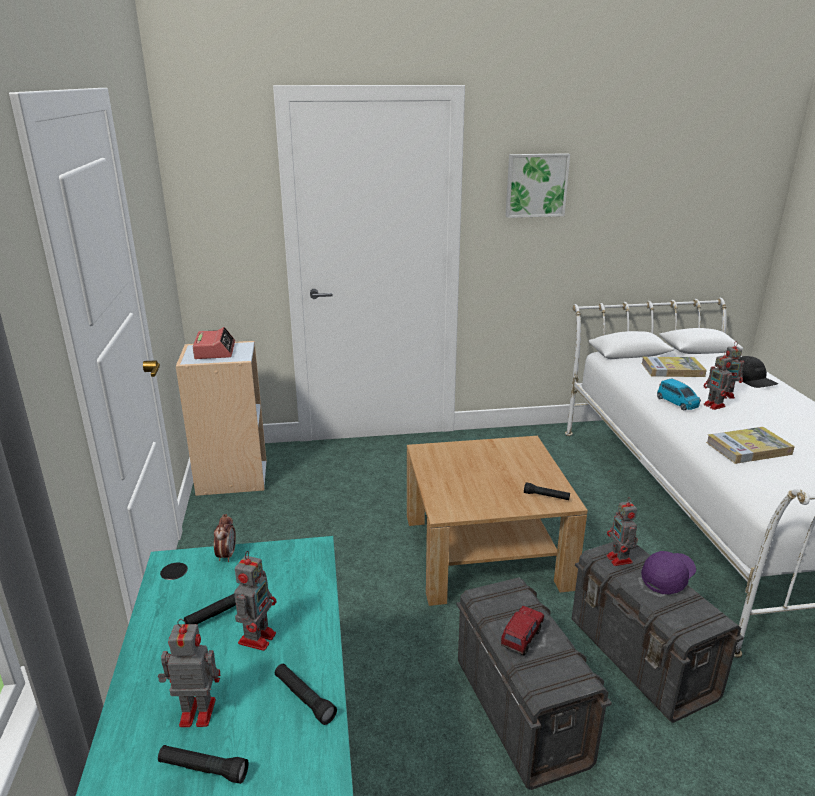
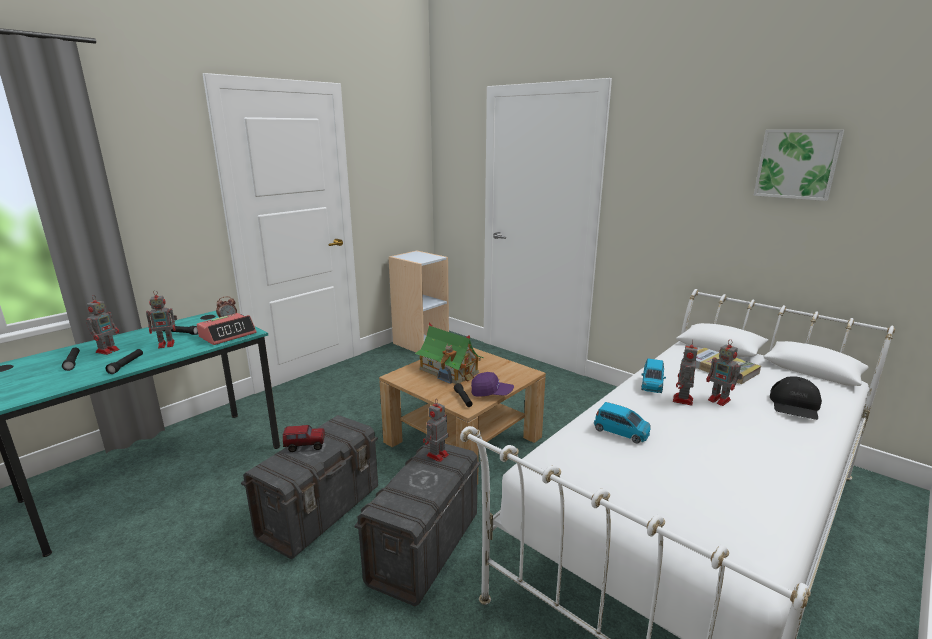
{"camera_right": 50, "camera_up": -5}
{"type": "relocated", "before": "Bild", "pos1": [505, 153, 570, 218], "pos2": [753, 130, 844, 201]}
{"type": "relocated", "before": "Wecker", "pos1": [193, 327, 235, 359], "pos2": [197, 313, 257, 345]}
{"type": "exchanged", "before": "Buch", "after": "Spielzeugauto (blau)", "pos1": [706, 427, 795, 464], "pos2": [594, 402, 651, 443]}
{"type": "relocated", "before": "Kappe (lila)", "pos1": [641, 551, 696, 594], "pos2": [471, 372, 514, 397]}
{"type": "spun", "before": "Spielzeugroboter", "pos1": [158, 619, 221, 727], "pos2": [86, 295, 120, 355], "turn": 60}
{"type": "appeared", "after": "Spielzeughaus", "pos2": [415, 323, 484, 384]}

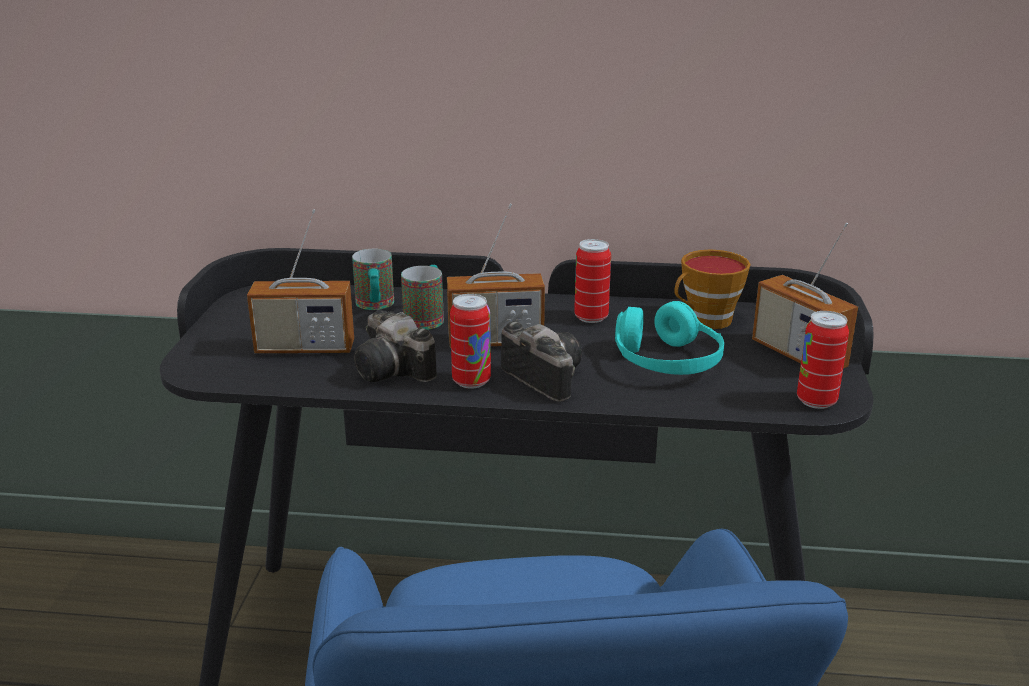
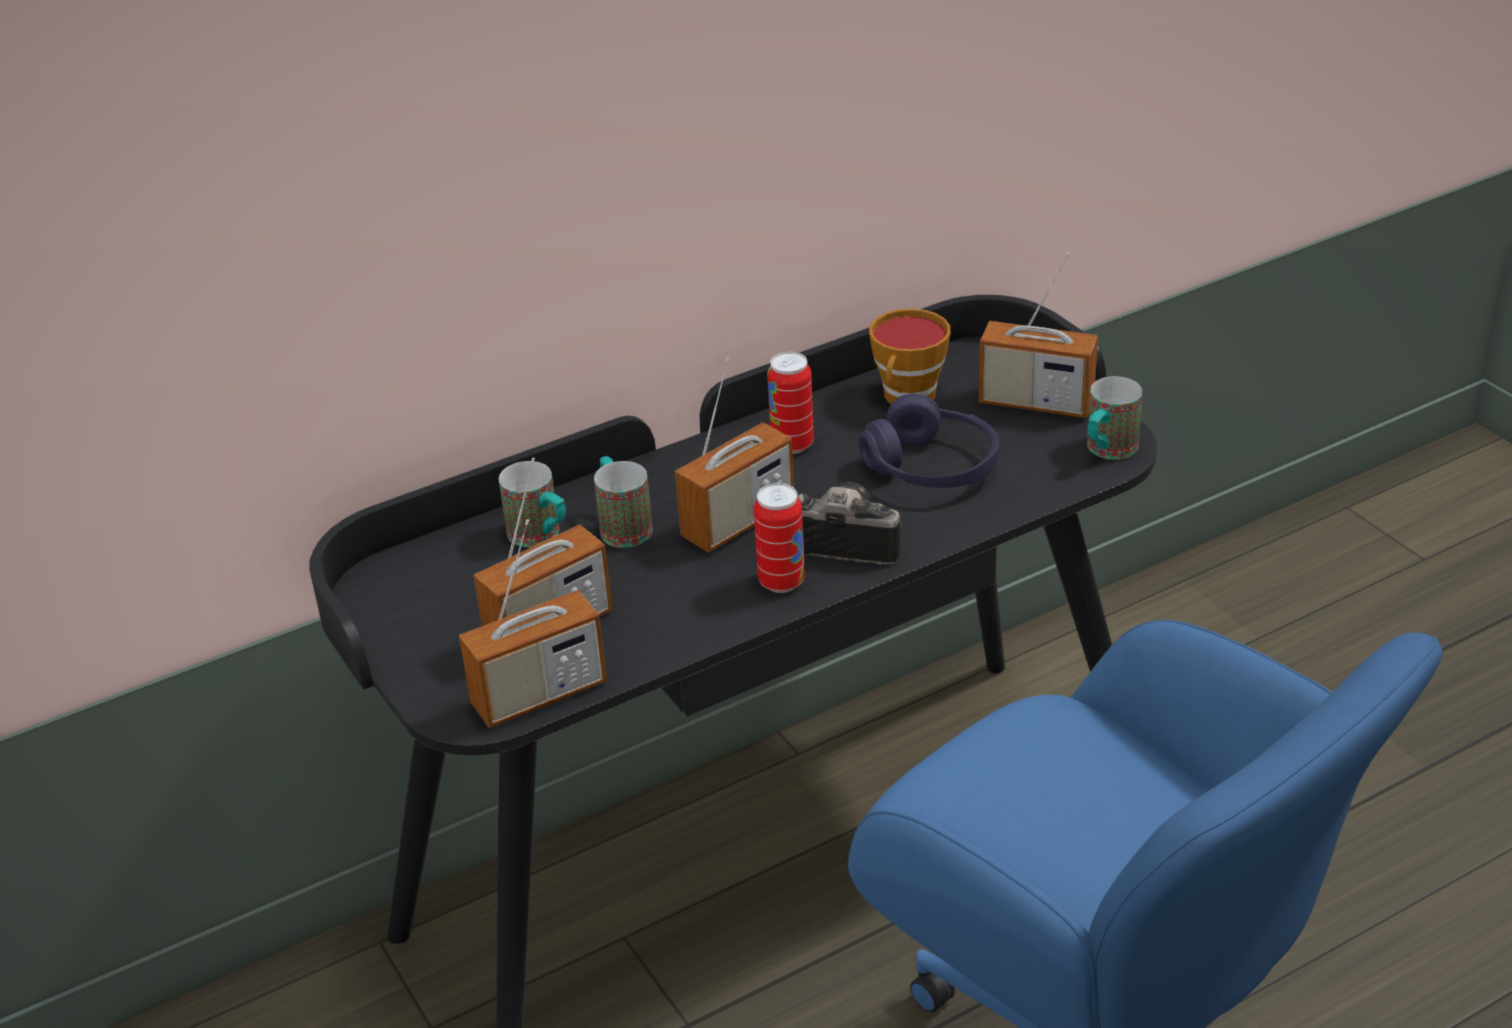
{"camera_right": -35, "camera_up": 10}
{"type": "colour", "before": "Kopfhörer (türkis)", "after": "Kopfhörer (lila)", "pos1": [615, 301, 724, 375], "pos2": [859, 393, 999, 488]}
{"type": "missing", "before": "Kamera", "pos1": [354, 310, 437, 382]}
{"type": "exchanged", "before": "Dose", "after": "Henkelbecher", "pos1": [797, 311, 849, 409], "pos2": [1087, 376, 1142, 459]}
{"type": "appeared", "after": "Radio", "pos2": [459, 519, 607, 728]}

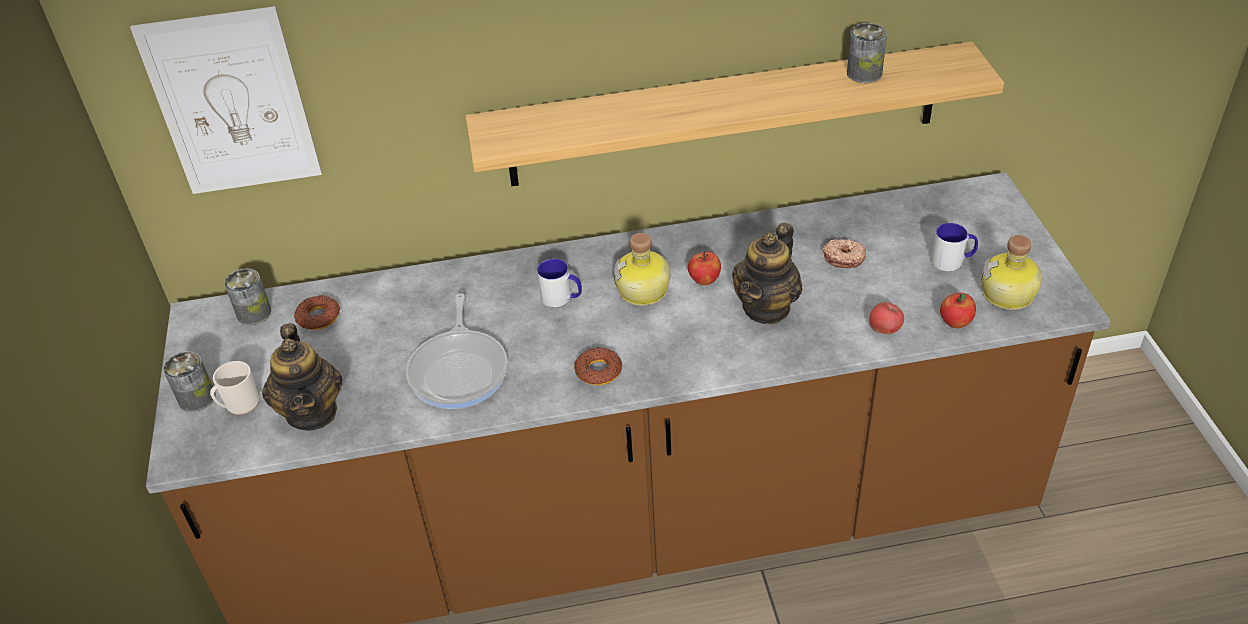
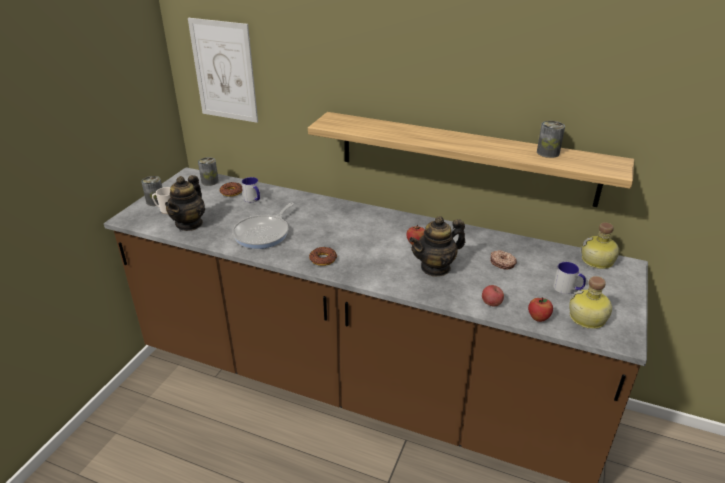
{"camera_right": 30, "camera_up": -10}
{"type": "relocated", "before": "Flasche", "pos1": [614, 233, 670, 306], "pos2": [581, 222, 619, 269]}
{"type": "relocated", "before": "Henkelbecher", "pos1": [537, 259, 582, 307], "pos2": [242, 177, 260, 202]}

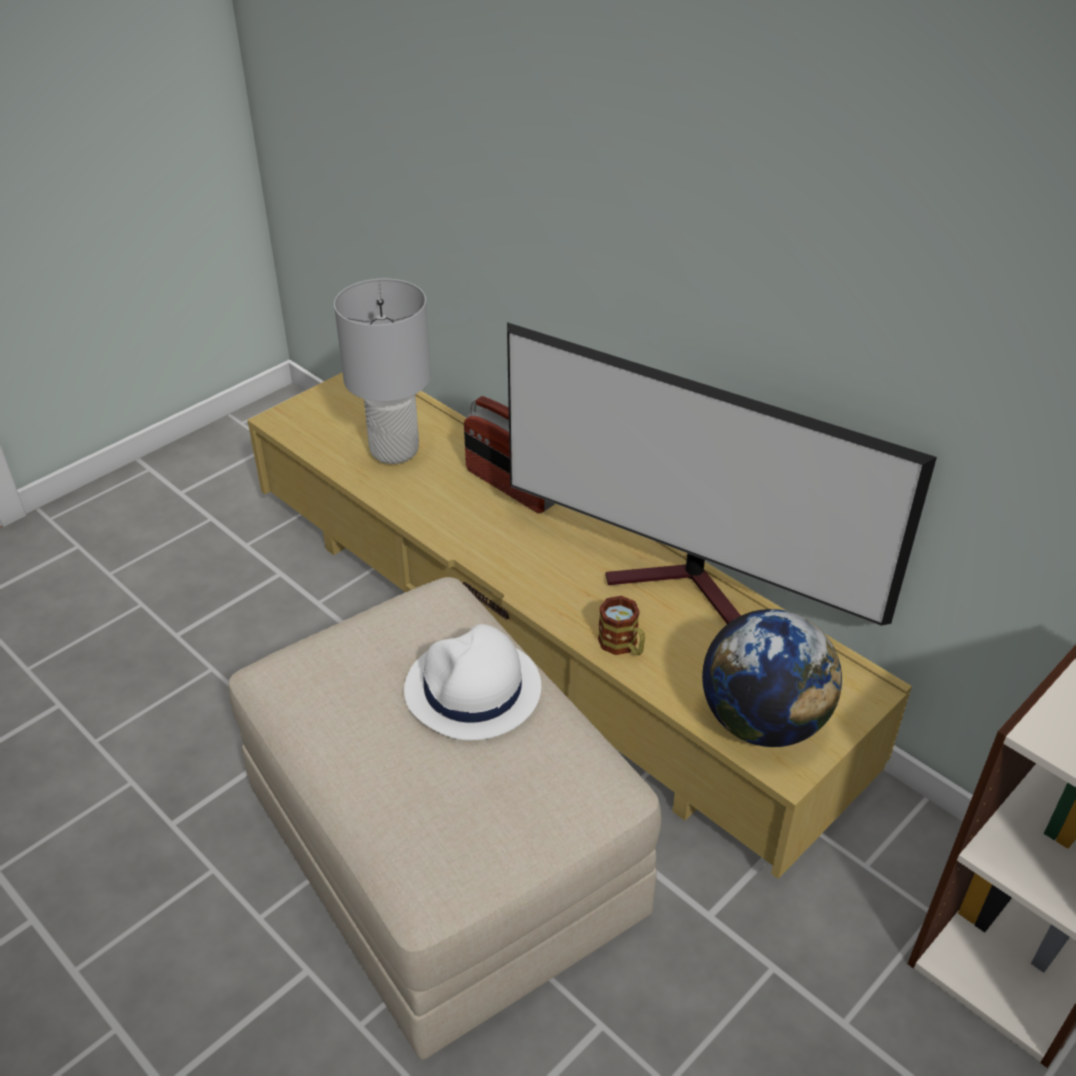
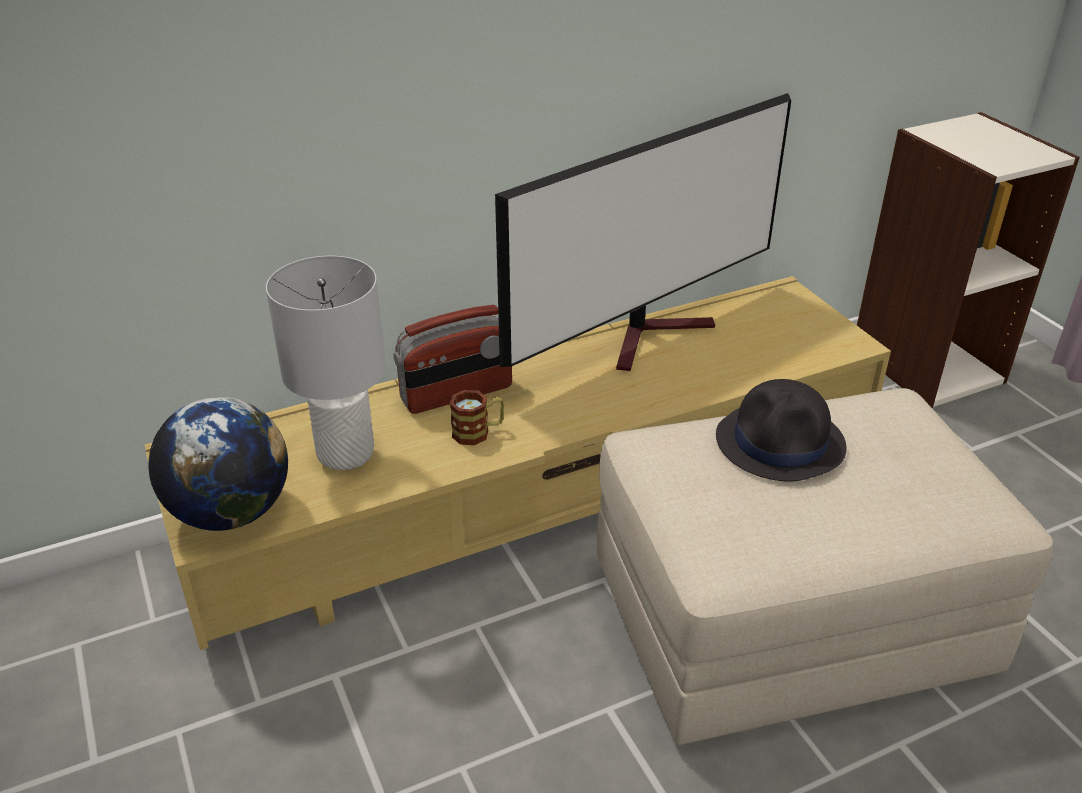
{"camera_right": -70, "camera_up": -5}
{"type": "relocated", "before": "Henkelbecher", "pos1": [598, 596, 645, 656], "pos2": [450, 390, 504, 445]}
{"type": "relocated", "before": "Globus", "pos1": [702, 609, 842, 747], "pos2": [148, 397, 288, 531]}
{"type": "colour", "before": "Hut (weiß)", "after": "Hut (schwarz)", "pos1": [404, 624, 541, 740], "pos2": [716, 379, 847, 482]}

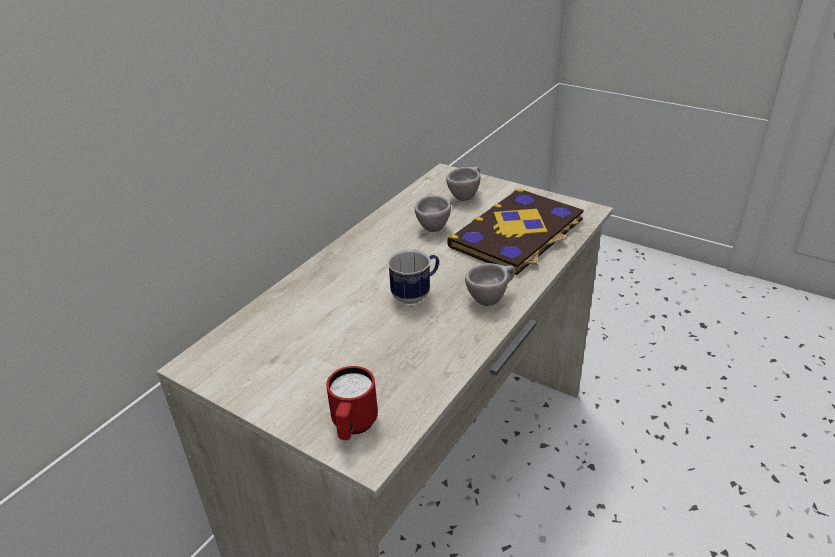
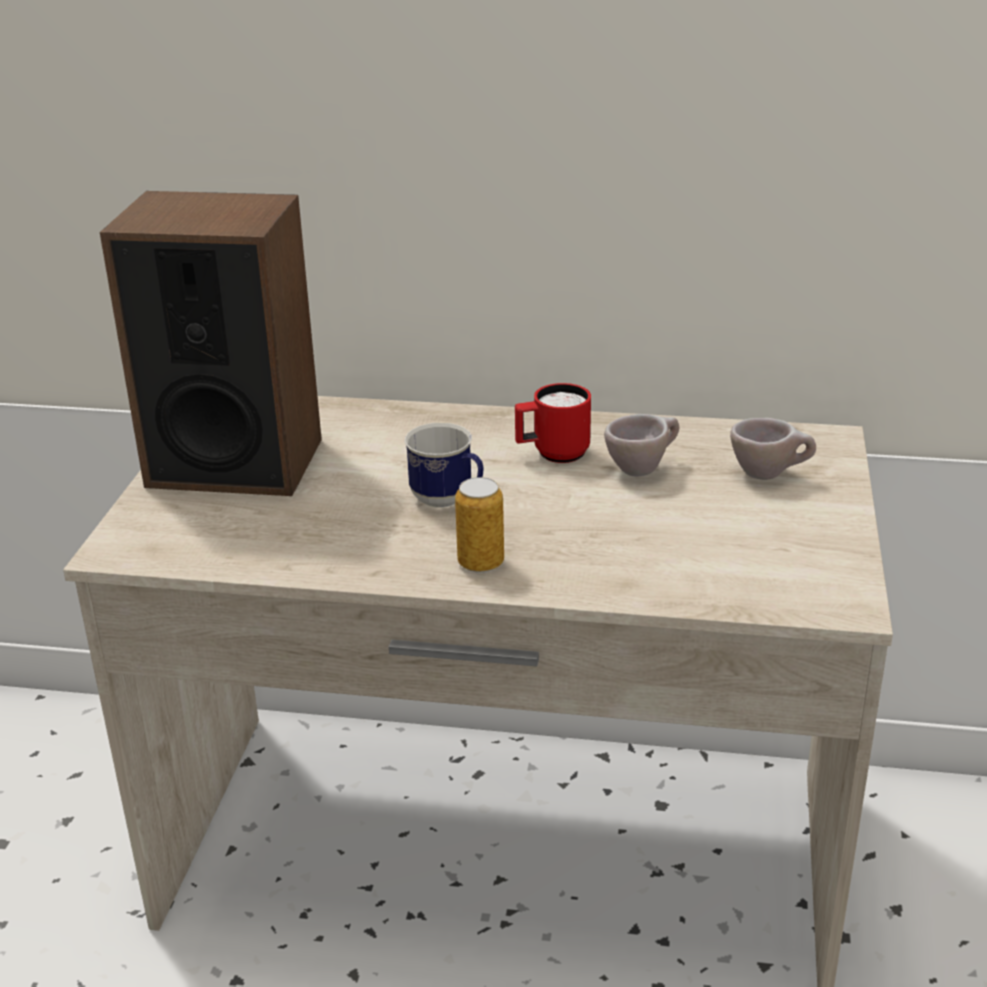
{"camera_right": 65, "camera_up": -5}
{"type": "missing", "before": "Buch", "pos1": [447, 188, 584, 275]}
{"type": "exchanged", "before": "Tasse (beige)", "after": "Dose", "pos1": [465, 263, 515, 306], "pos2": [455, 477, 504, 573]}
{"type": "relocated", "before": "Henkelbecher (rot)", "pos1": [326, 366, 378, 440], "pos2": [515, 383, 591, 463]}
{"type": "appeared", "after": "Lautsprecher", "pos2": [100, 191, 322, 496]}

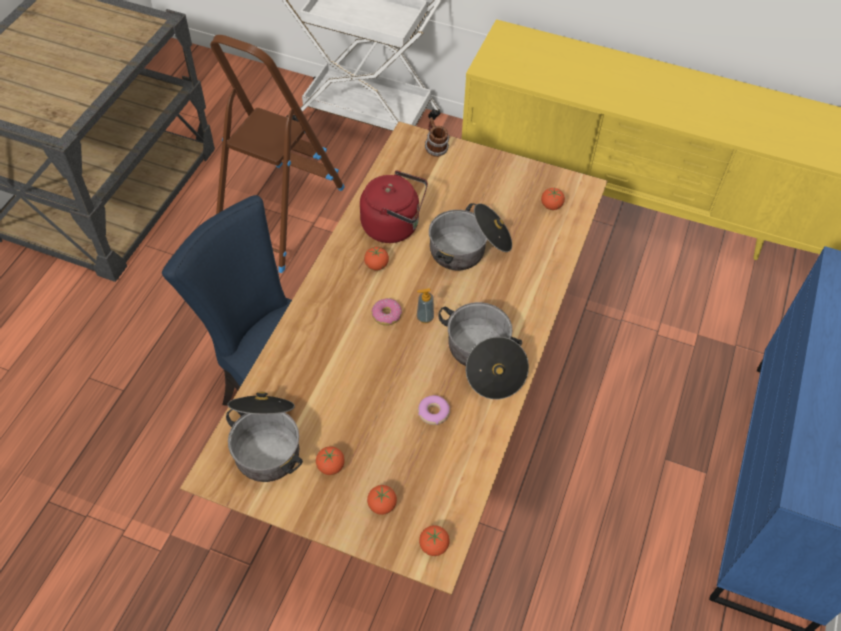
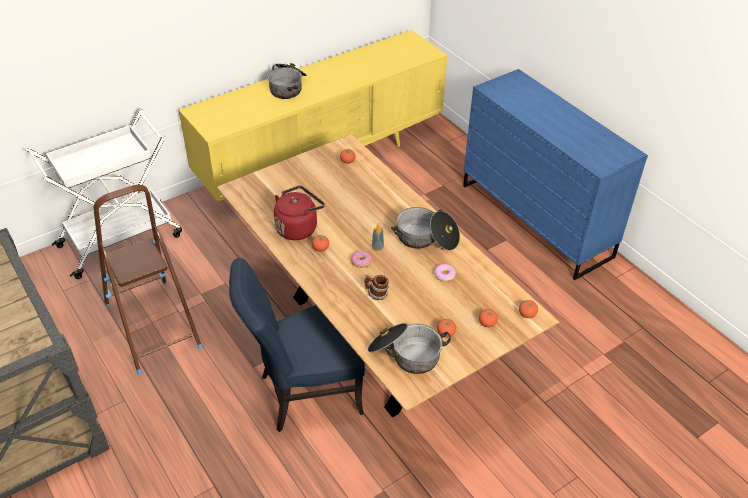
{"camera_right": -55, "camera_up": -10}
{"type": "relocated", "before": "Henkelbecher", "pos1": [425, 117, 449, 157], "pos2": [364, 275, 389, 300]}
{"type": "relocated", "before": "Kochtopf", "pos1": [429, 203, 512, 270], "pos2": [268, 63, 306, 99]}

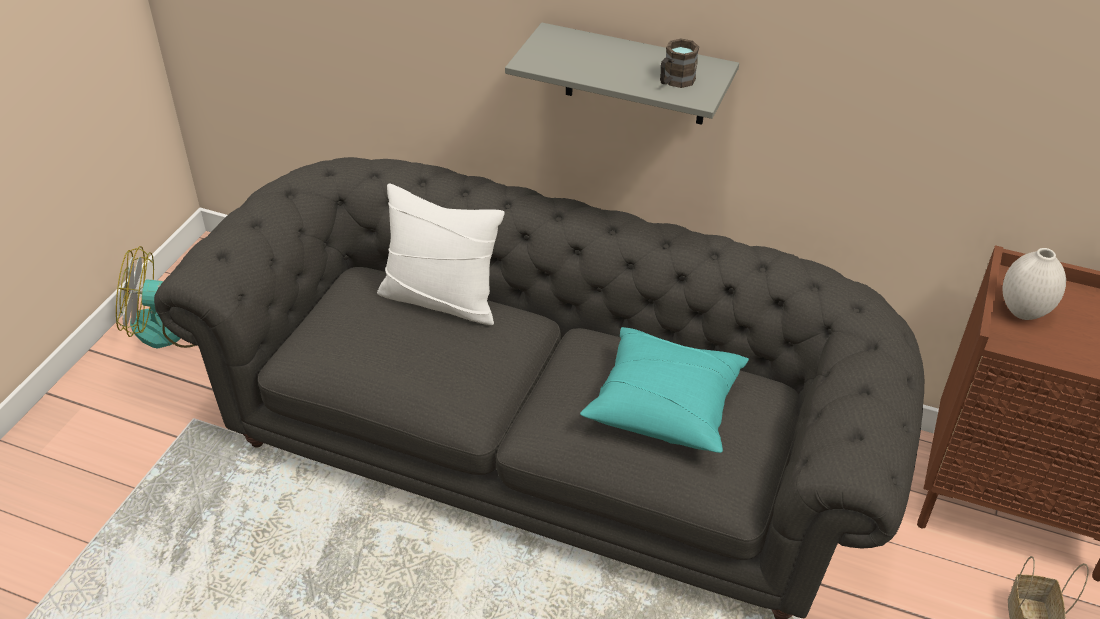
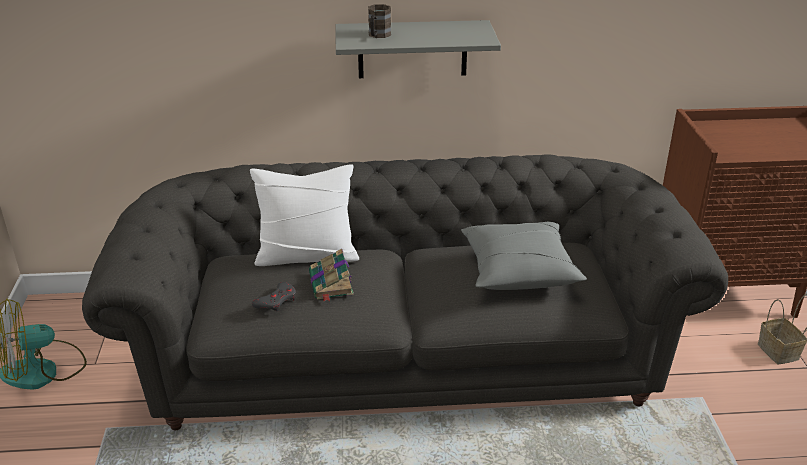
{"camera_right": -25, "camera_up": -10}
{"type": "relocated", "before": "Henkelbecher (braun)", "pos1": [660, 38, 699, 88], "pos2": [368, 4, 391, 38]}
{"type": "missing", "before": "Vase (weiß)", "pos1": [1002, 248, 1066, 320]}
{"type": "colour", "before": "Kissen (türkis)", "after": "Kissen (grau)", "pos1": [580, 327, 749, 453], "pos2": [461, 222, 587, 290]}
{"type": "appeared", "after": "Buch", "pos2": [309, 249, 354, 302]}
{"type": "appeared", "after": "Gamepad (grau)", "pos2": [252, 282, 296, 312]}

